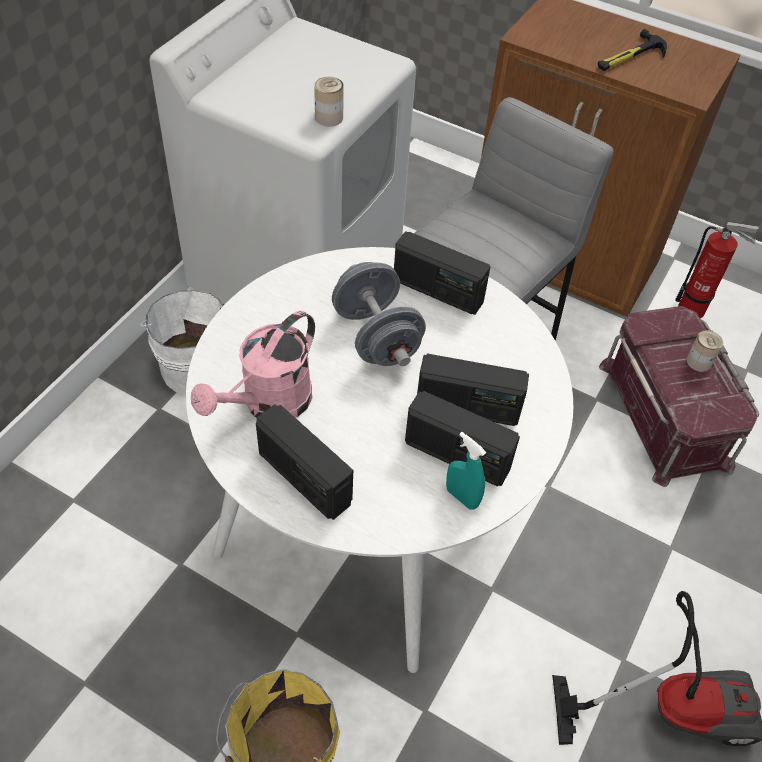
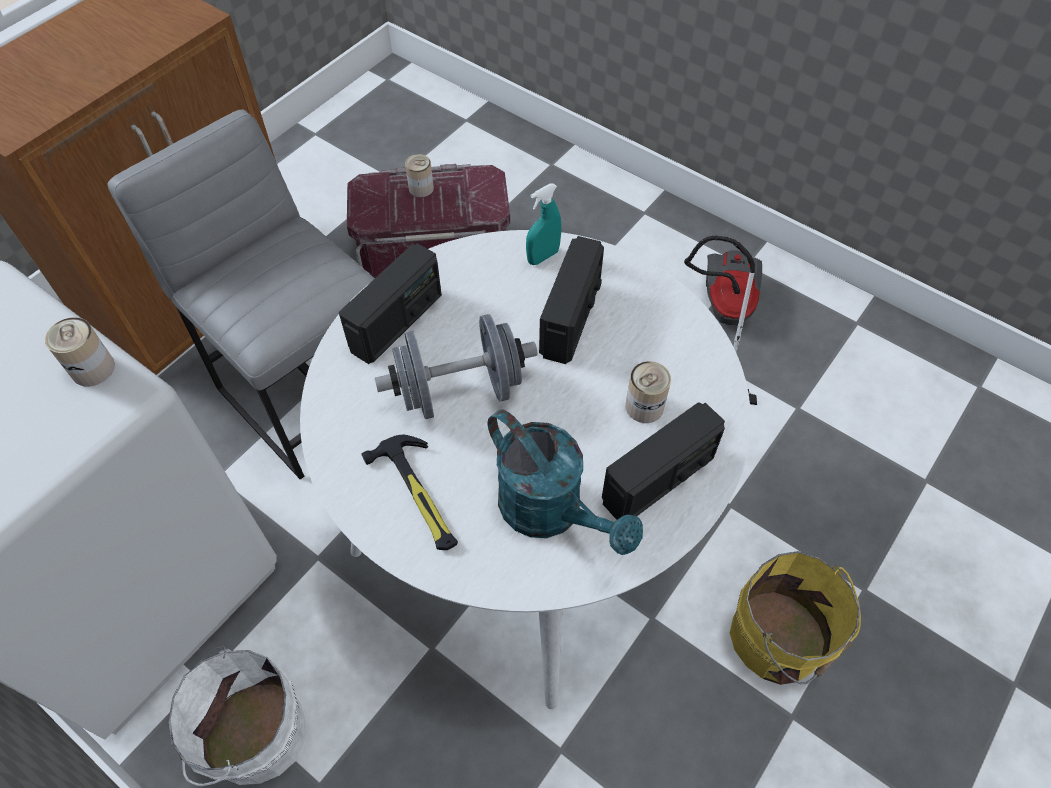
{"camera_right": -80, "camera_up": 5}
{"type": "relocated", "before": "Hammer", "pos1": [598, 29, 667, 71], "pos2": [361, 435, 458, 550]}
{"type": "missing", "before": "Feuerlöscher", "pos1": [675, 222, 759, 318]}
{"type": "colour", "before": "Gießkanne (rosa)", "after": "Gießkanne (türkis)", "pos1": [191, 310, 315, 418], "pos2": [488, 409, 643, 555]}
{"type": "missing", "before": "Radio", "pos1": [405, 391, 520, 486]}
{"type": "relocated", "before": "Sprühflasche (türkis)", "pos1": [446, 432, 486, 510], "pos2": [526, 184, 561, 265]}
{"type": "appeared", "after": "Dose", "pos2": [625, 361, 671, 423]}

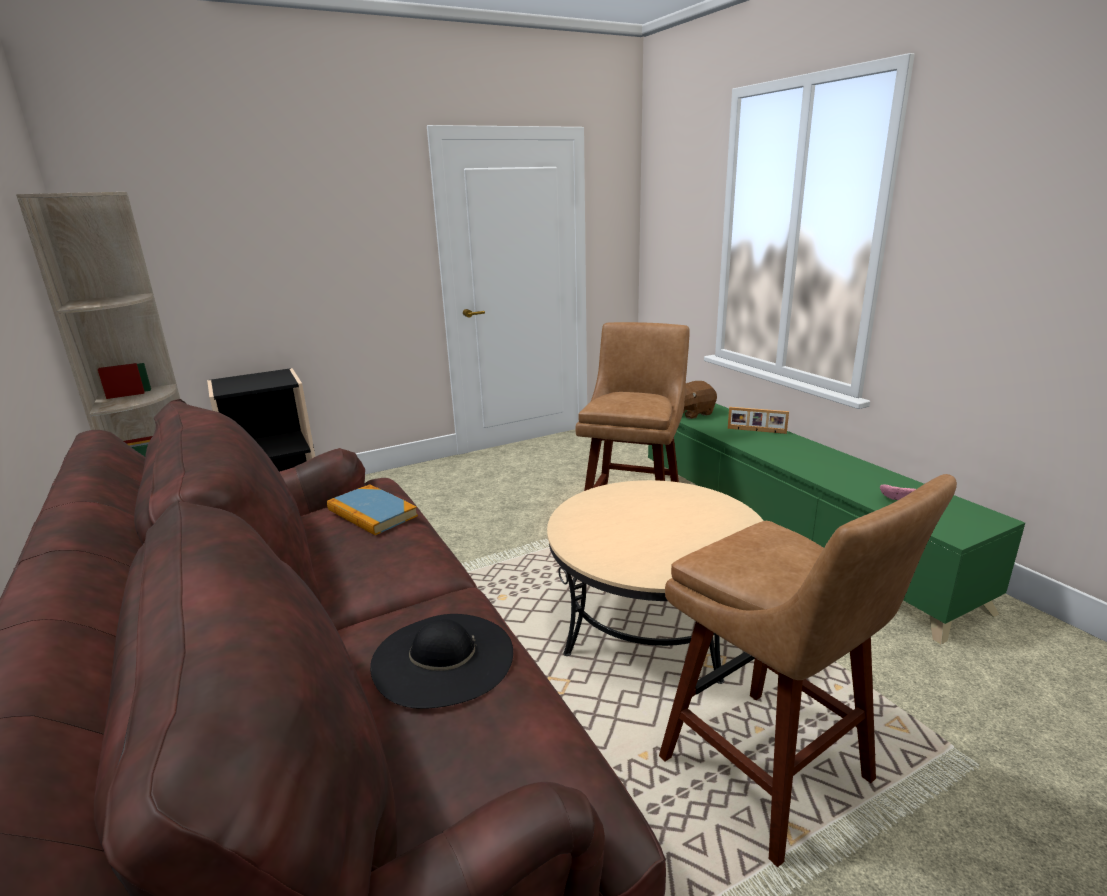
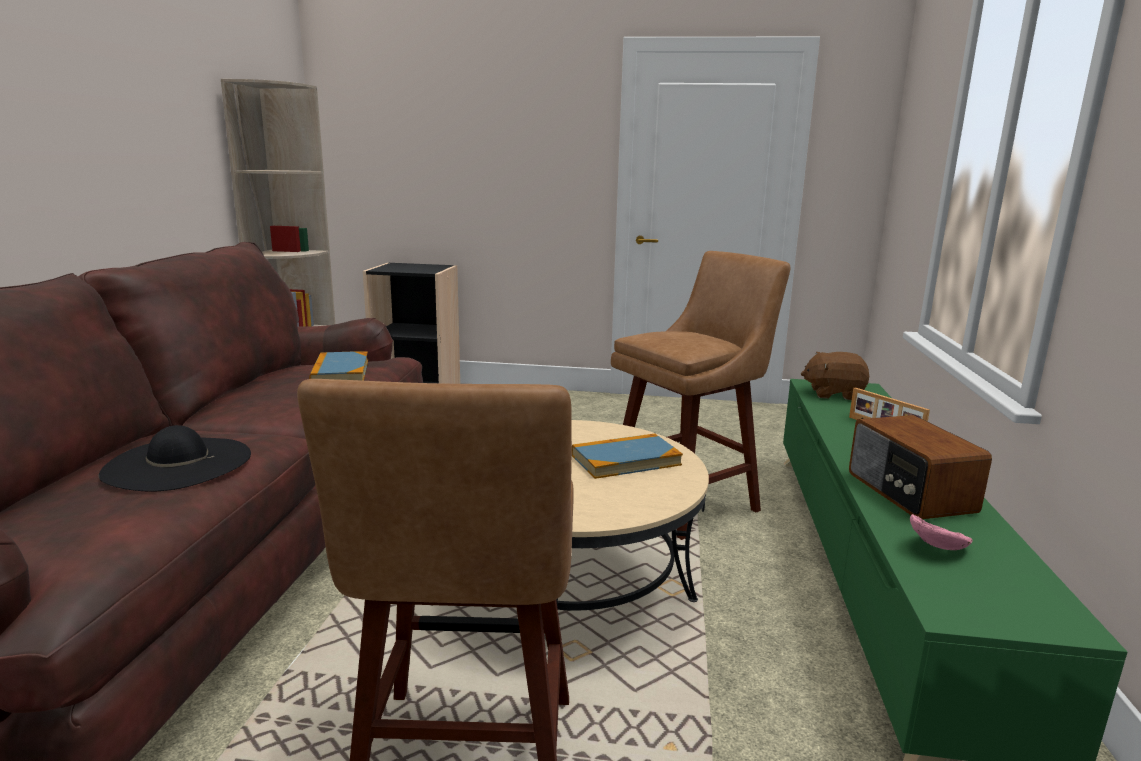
{"camera_right": 35, "camera_up": -5}
{"type": "appeared", "after": "Radio", "pos2": [849, 415, 992, 519]}
{"type": "appeared", "after": "Buch", "pos2": [572, 434, 683, 479]}

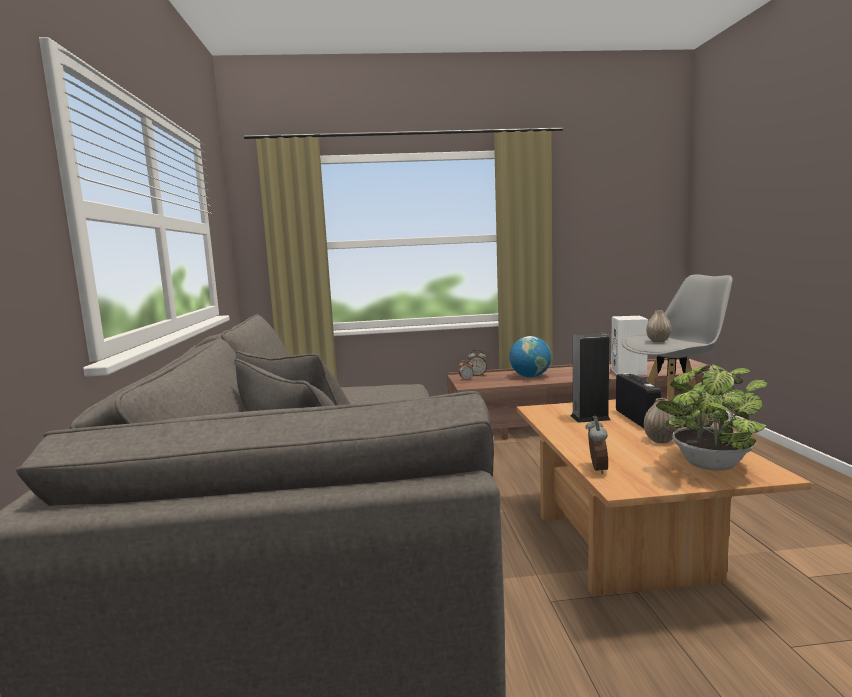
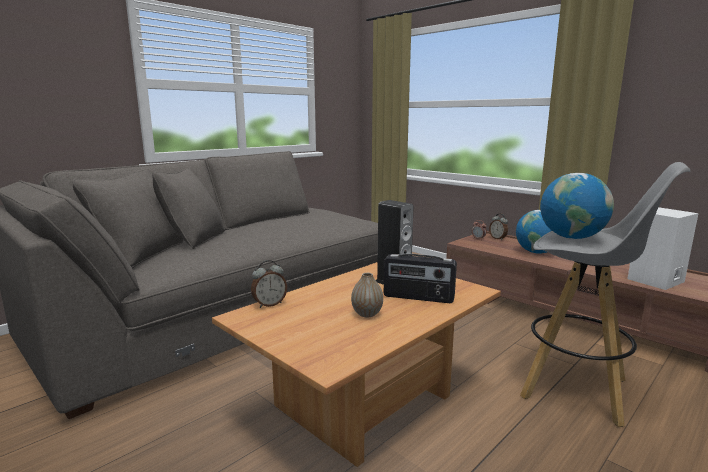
{"camera_right": 50, "camera_up": 5}
{"type": "exchanged", "before": "Vase", "after": "Globus", "pos1": [646, 311, 671, 342], "pos2": [540, 173, 614, 239]}
{"type": "missing", "before": "Topfpflanze", "pos1": [656, 364, 768, 471]}
{"type": "spun", "before": "Radio", "pos1": [616, 373, 661, 428], "pos2": [384, 254, 457, 303], "turn": 60}

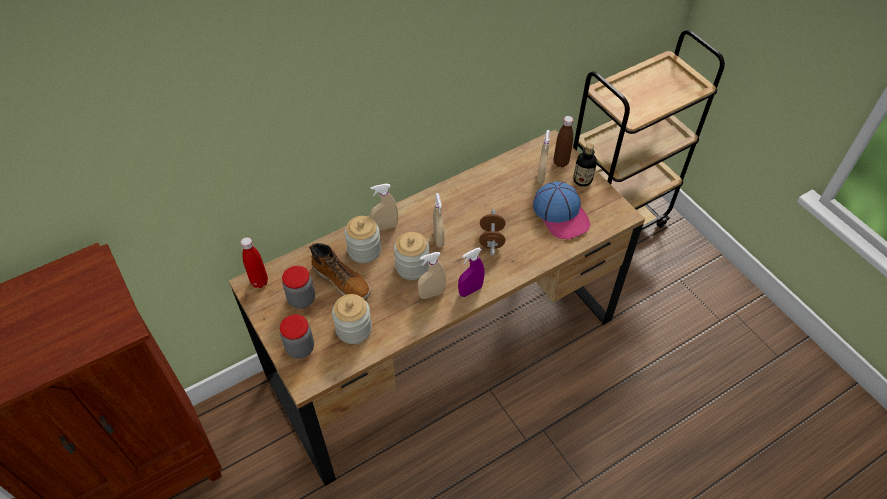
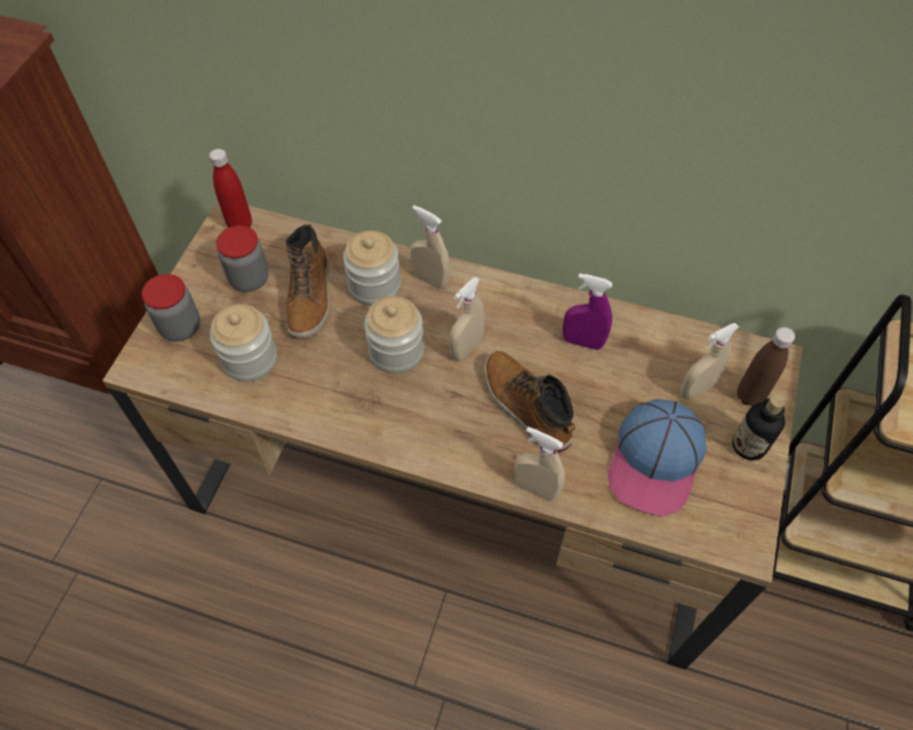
{"camera_right": 50, "camera_up": 5}
{"type": "exchanged", "before": "Hantel (braun)", "after": "Stiefel", "pos1": [479, 209, 506, 255], "pos2": [484, 351, 575, 453]}
{"type": "relocated", "before": "Sprühflasche (lila)", "pos1": [458, 248, 484, 297], "pos2": [563, 273, 613, 350]}
{"type": "relocated", "before": "Sprühflasche (beige)", "pos1": [418, 252, 446, 299], "pos2": [514, 427, 565, 501]}

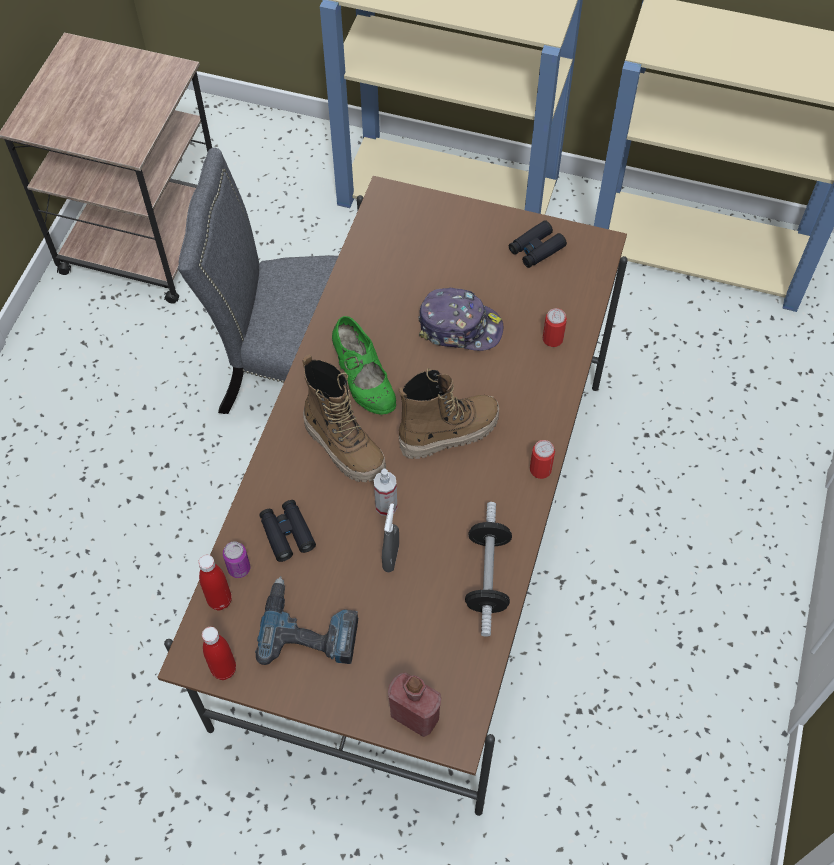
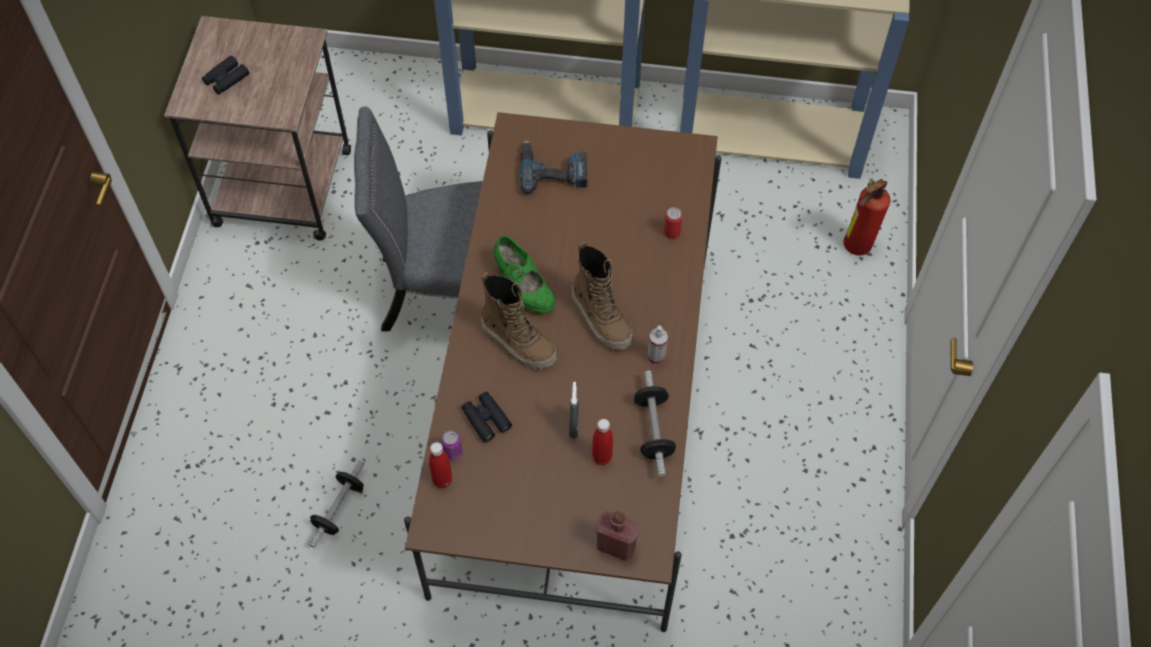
{"camera_right": -10, "camera_up": 0}
{"type": "relocated", "before": "Fernglas (schwarz)", "pos1": [509, 220, 567, 268], "pos2": [202, 55, 249, 94]}
{"type": "missing", "before": "Kappe", "pos1": [418, 288, 503, 351]}
{"type": "spun", "before": "Stiefel", "pos1": [398, 368, 499, 459], "pos2": [572, 241, 633, 350], "turn": 90}
{"type": "missing", "before": "Dose", "pos1": [530, 440, 555, 479]}
{"type": "relocated", "before": "Sprühflasche", "pos1": [374, 469, 397, 516], "pos2": [647, 326, 668, 365]}
{"type": "relocated", "before": "Bohrmaschine", "pos1": [255, 576, 358, 665], "pos2": [520, 140, 587, 194]}
{"type": "relocated", "before": "Flasche (rot)", "pos1": [202, 627, 236, 680], "pos2": [592, 419, 613, 465]}
{"type": "appeared", "after": "Feuerlöscher", "pos2": [844, 179, 890, 256]}
{"type": "appeared", "after": "Hantel", "pos2": [309, 460, 365, 548]}

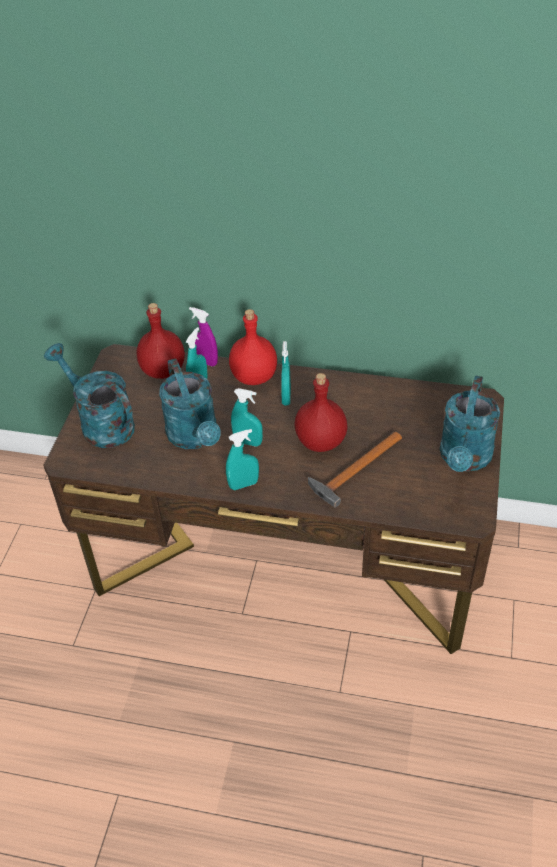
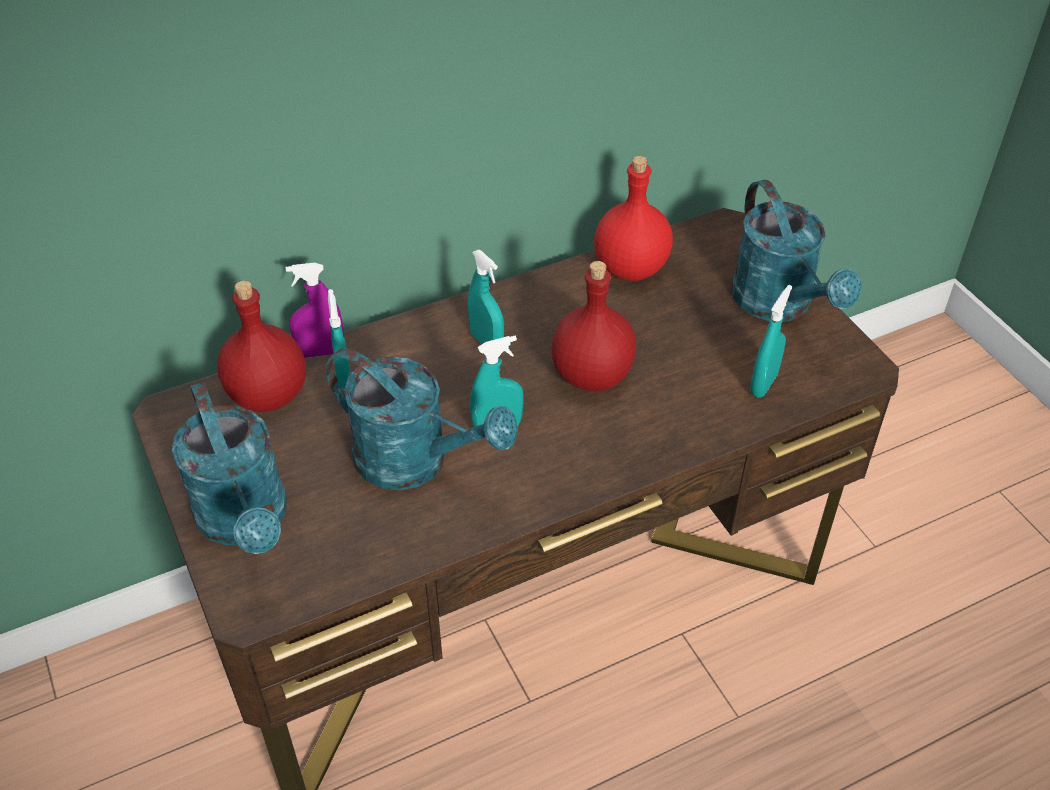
{"camera_right": -40, "camera_up": 0}
{"type": "relocated", "before": "Flasche (rot)", "pos1": [229, 309, 277, 385], "pos2": [594, 156, 673, 281]}
{"type": "spun", "before": "Gießkanne (türkis)", "pos1": [44, 343, 135, 448], "pos2": [172, 382, 287, 554], "turn": -120}
{"type": "relocated", "before": "Sprühflasche (türkis)", "pos1": [226, 429, 259, 490], "pos2": [750, 285, 792, 398]}
{"type": "missing", "before": "Hammer", "pos1": [307, 432, 402, 508]}

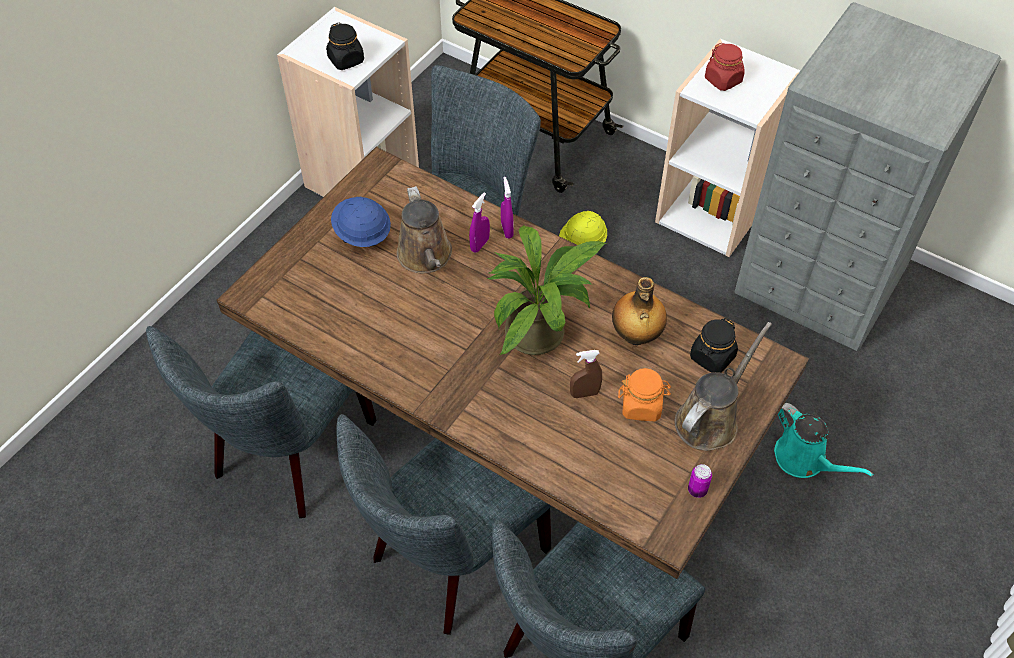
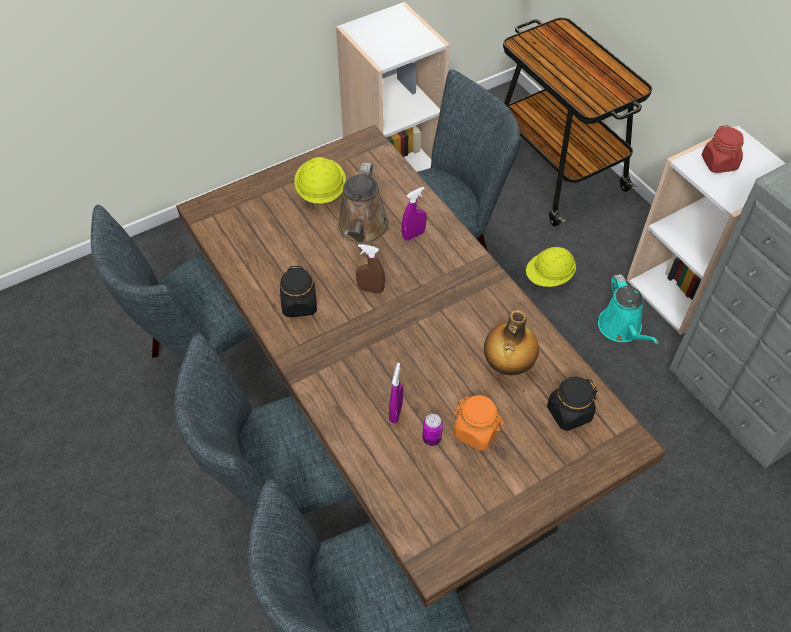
{"camera_right": 25, "camera_up": 0}
{"type": "relocated", "before": "Vorratsglas (schwarz)", "pos1": [326, 23, 364, 70], "pos2": [280, 266, 317, 317]}
{"type": "relocated", "before": "Sprühflasche (lila)", "pos1": [501, 177, 514, 238], "pos2": [389, 363, 403, 423]}
{"type": "colour", "before": "Schutzhelm (blau)", "after": "Schutzhelm (gelb)", "pos1": [331, 197, 391, 247], "pos2": [294, 157, 346, 204]}
{"type": "missing", "before": "Topfpflanze", "pos1": [487, 225, 607, 355]}
{"type": "missing", "before": "Gießkanne (braun)", "pos1": [675, 322, 772, 451]}
{"type": "relocated", "before": "Sprühflasche (braun)", "pos1": [570, 350, 602, 398], "pos2": [356, 244, 385, 294]}
{"type": "relocated", "before": "Gießkanne (türkis)", "pos1": [774, 403, 874, 478], "pos2": [598, 274, 659, 344]}
{"type": "relocated", "before": "Dose", "pos1": [688, 464, 712, 498], "pos2": [422, 414, 443, 446]}

